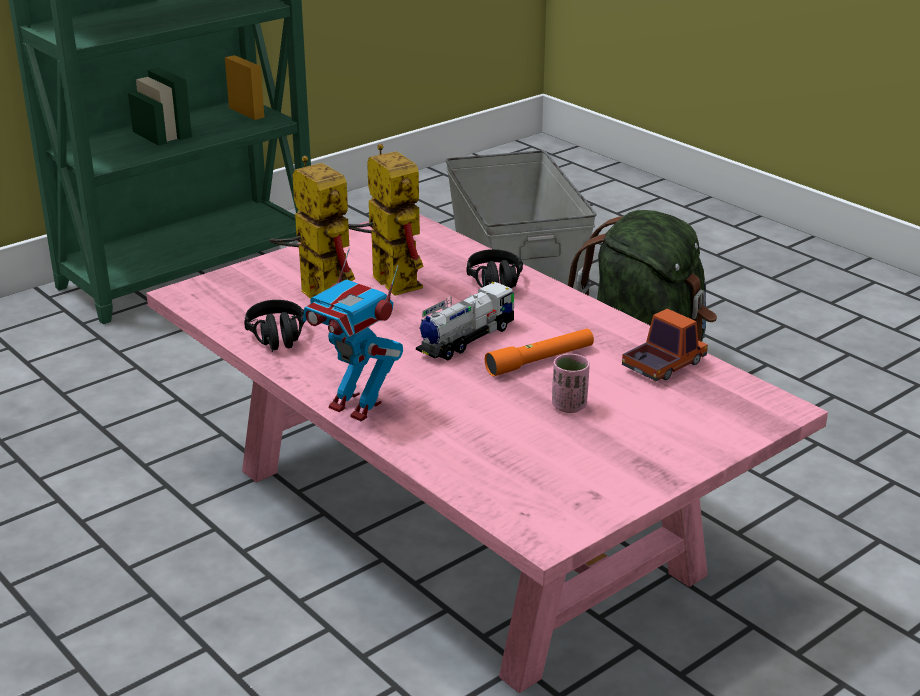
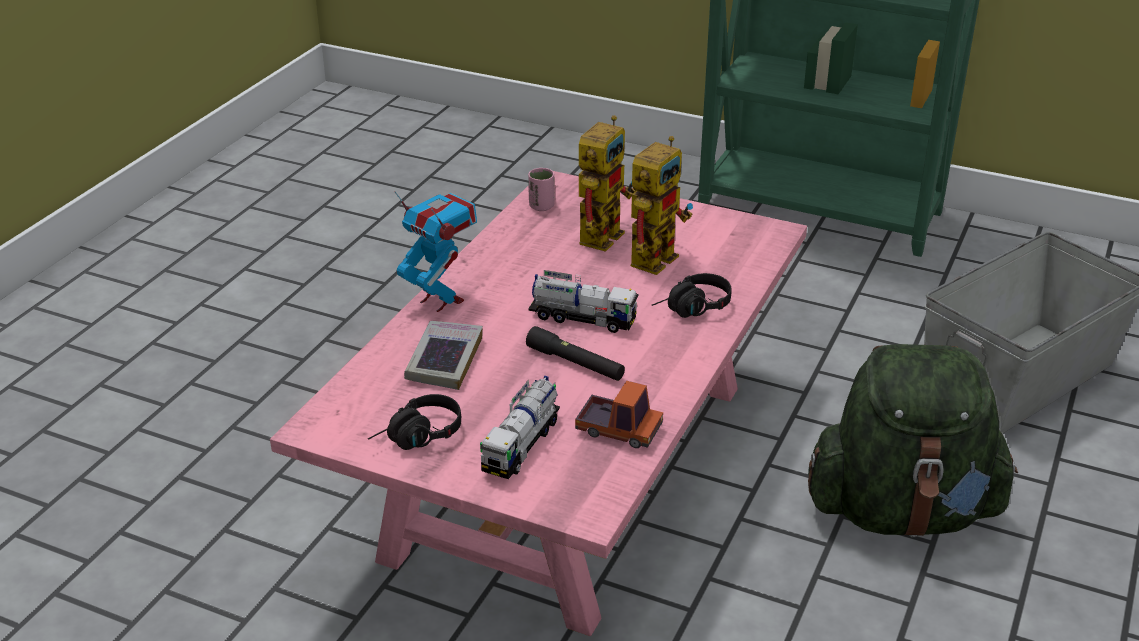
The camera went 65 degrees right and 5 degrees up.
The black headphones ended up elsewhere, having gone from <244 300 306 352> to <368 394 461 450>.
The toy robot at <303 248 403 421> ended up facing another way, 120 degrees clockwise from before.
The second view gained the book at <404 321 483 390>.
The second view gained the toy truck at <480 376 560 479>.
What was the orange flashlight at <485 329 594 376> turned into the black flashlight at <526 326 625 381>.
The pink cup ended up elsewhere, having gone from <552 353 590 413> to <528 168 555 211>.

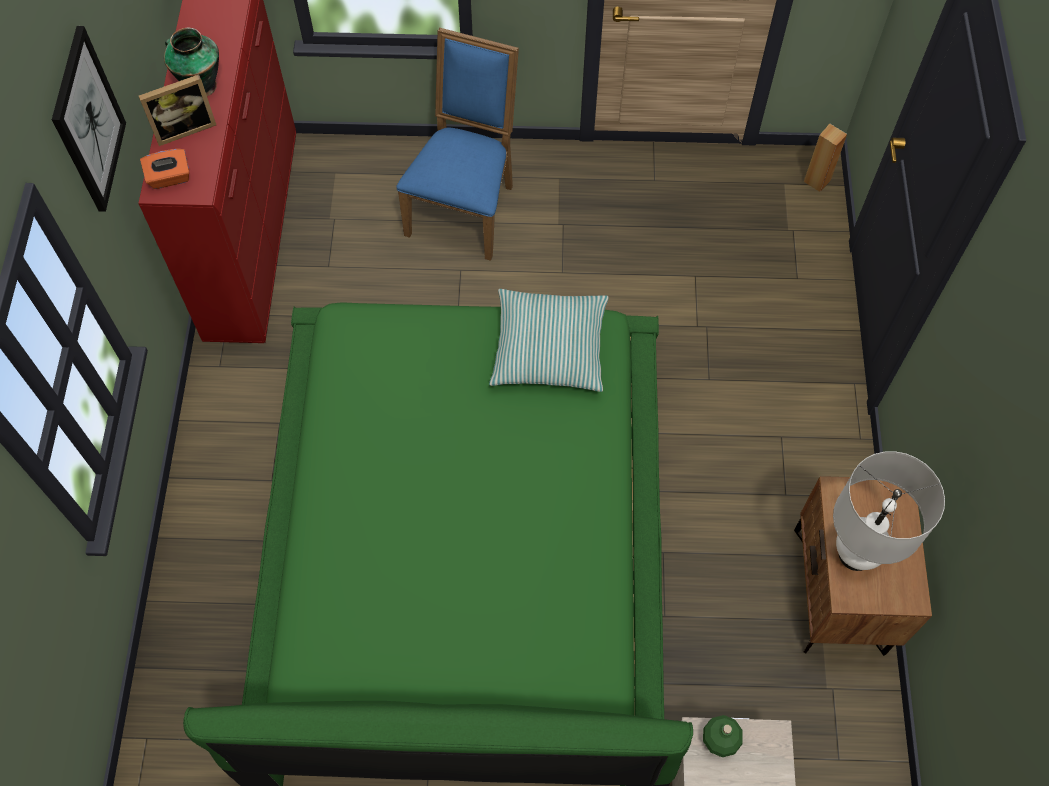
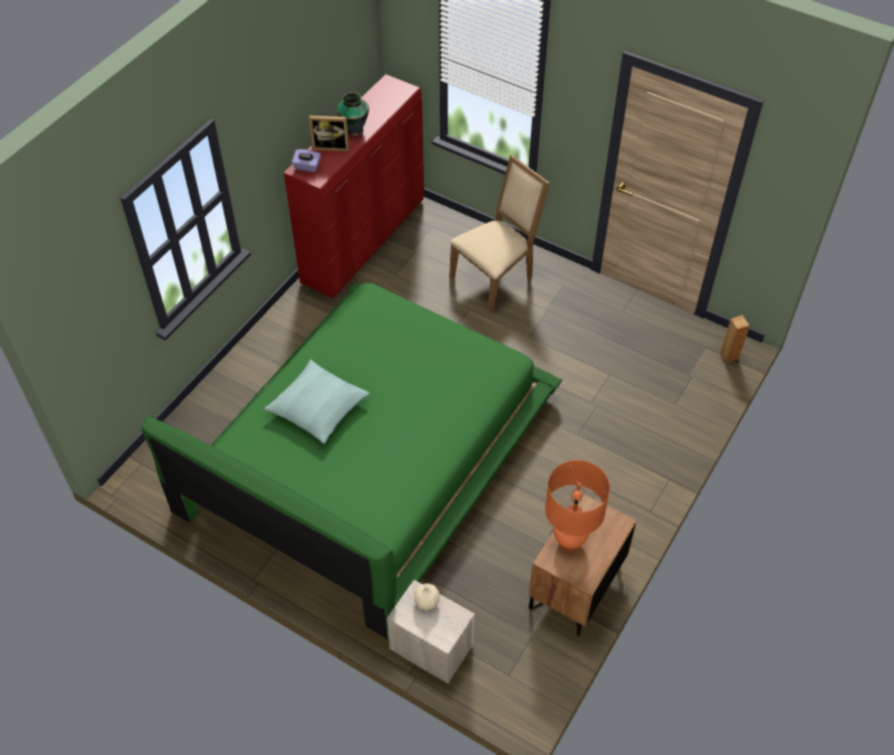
The camera went 30 degrees right and 10 degrees down.
The pillow ended up elsewhere, having gone from <489 289 609 392> to <264 360 369 444>.
What was the orange tissue box at <140 149 189 189> turned into the purple tissue box at <292 149 321 172>.
What was the green bottle at <703 715 743 757> turned into the beige bottle at <414 583 440 610>.
What was the blue chair at <396 28 519 261> turned into the beige chair at <450 155 550 312>.
What was the white table lamp at <833 451 945 571> turned into the orange table lamp at <545 460 610 552>.
The second view lost the picture at <52 26 126 212>.

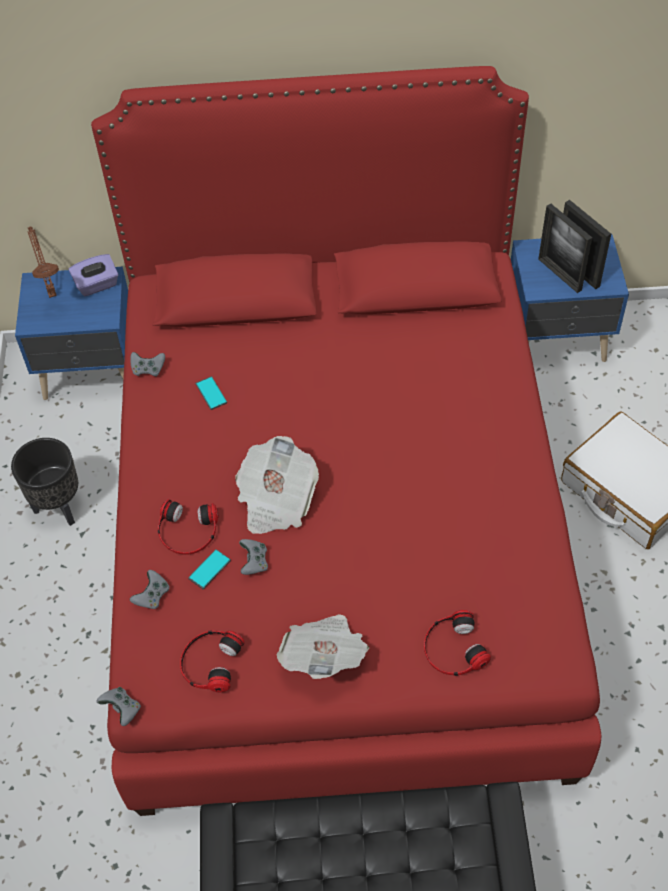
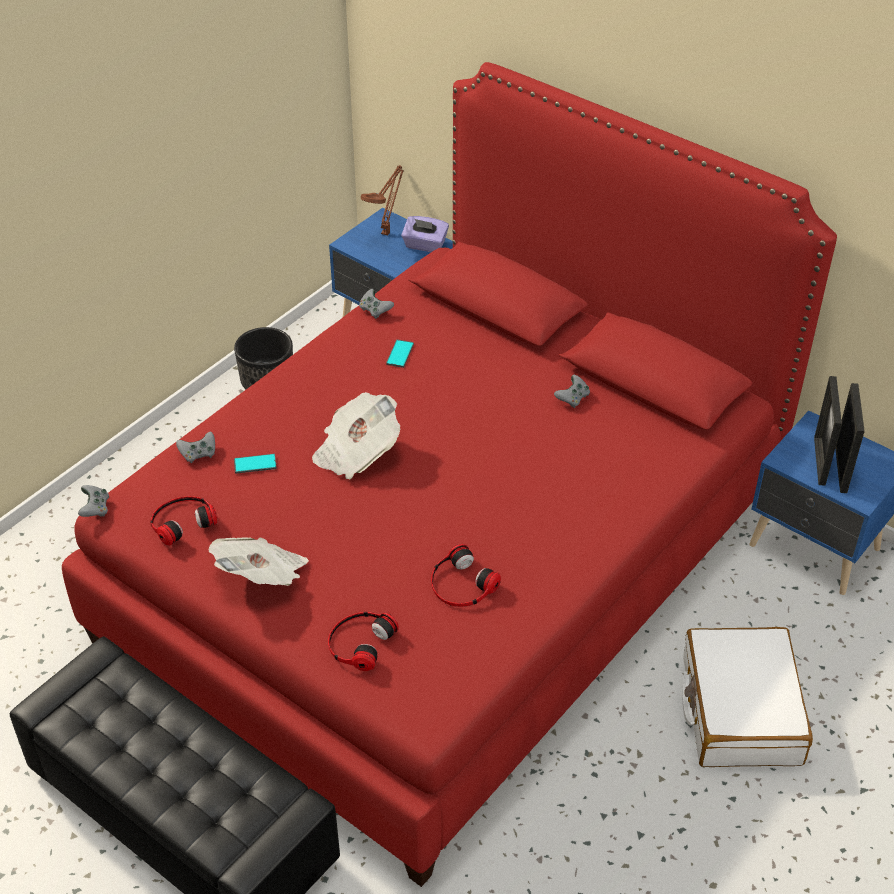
The camera went 40 degrees right and 10 degrees down.
The headphones ended up elsewhere, having gone from <157 499 219 555> to <431 544 501 607>.
The grey game controller ended up elsewhere, having gone from <239 539 268 575> to <554 375 590 408>.

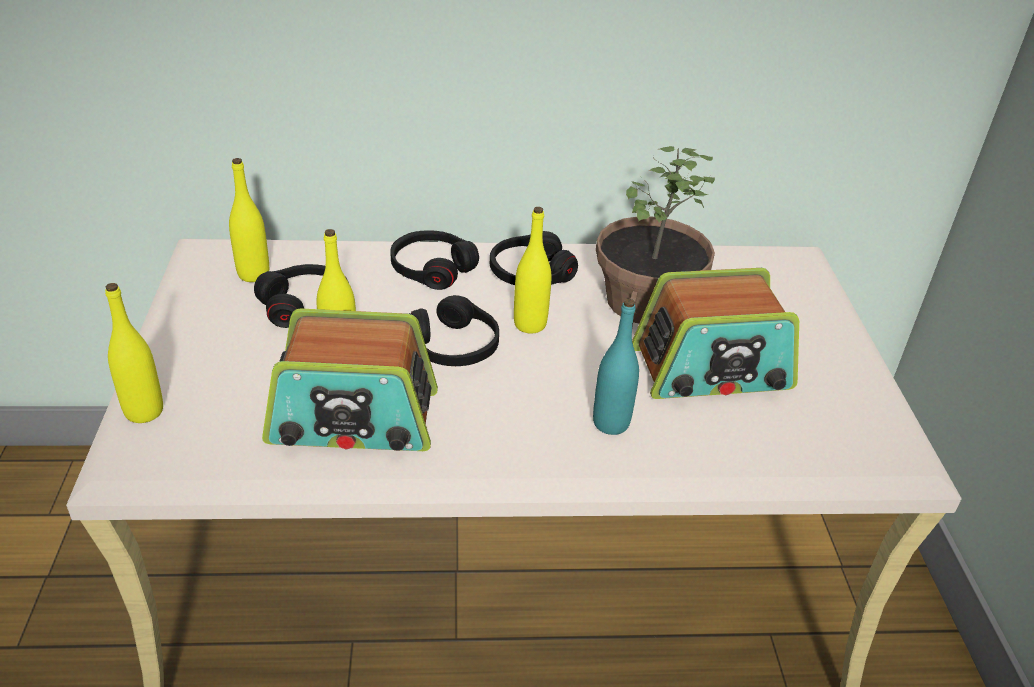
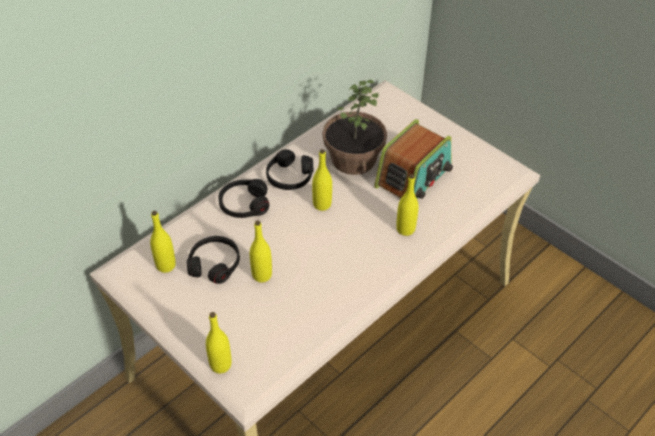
The camera went 40 degrees left and 10 degrees up.
What was the turquoise bottle at <593 299 639 435> turned into the yellow bottle at <396 174 419 236>.
The second view lost the radio at <262 308 438 451>.
The second view lost the black headphones at <409 295 499 366>.

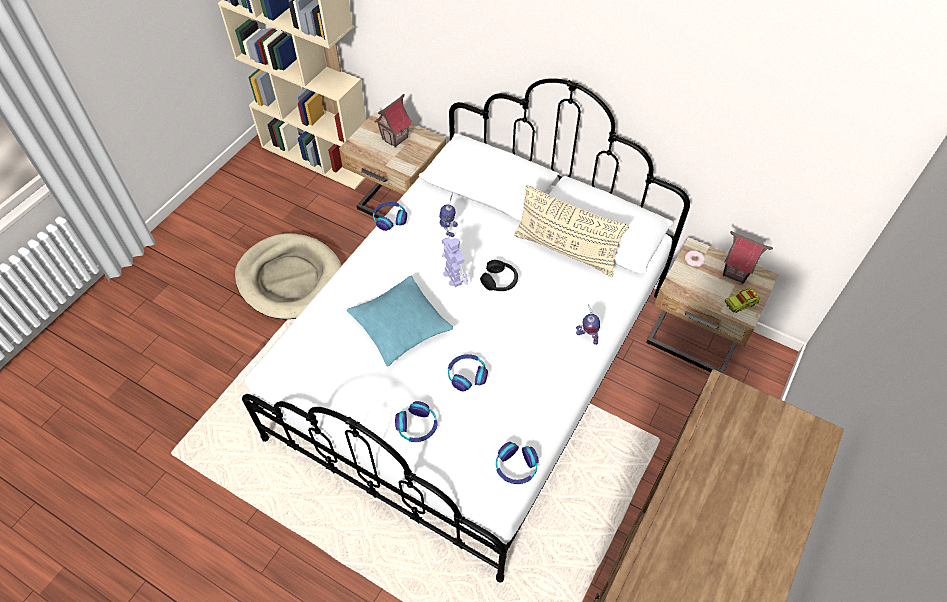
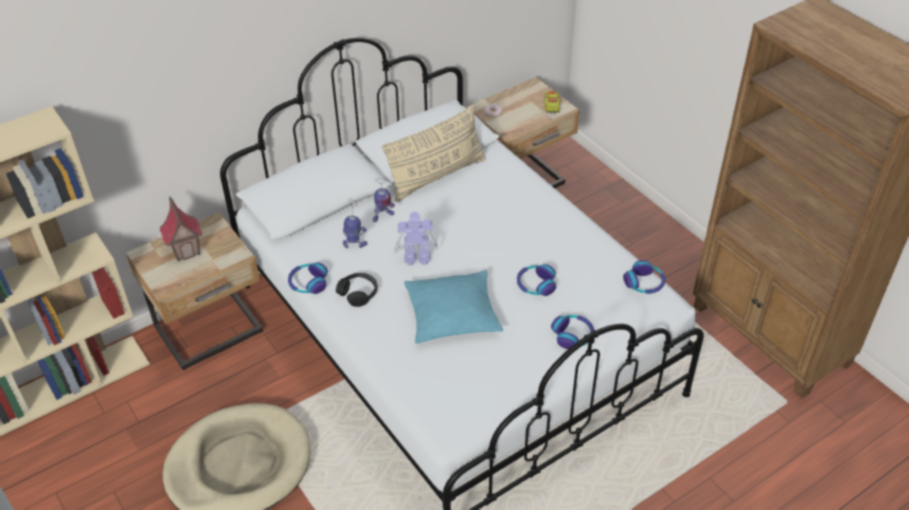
The camera went 65 degrees left and 10 degrees down.
The black headphones ended up elsewhere, having gone from <480 260 518 291> to <336 273 378 307>.
The toy robot ended up elsewhere, having gone from <576 306 600 345> to <373 178 395 222>.
The second view lost the toy house at <723 231 773 284>.

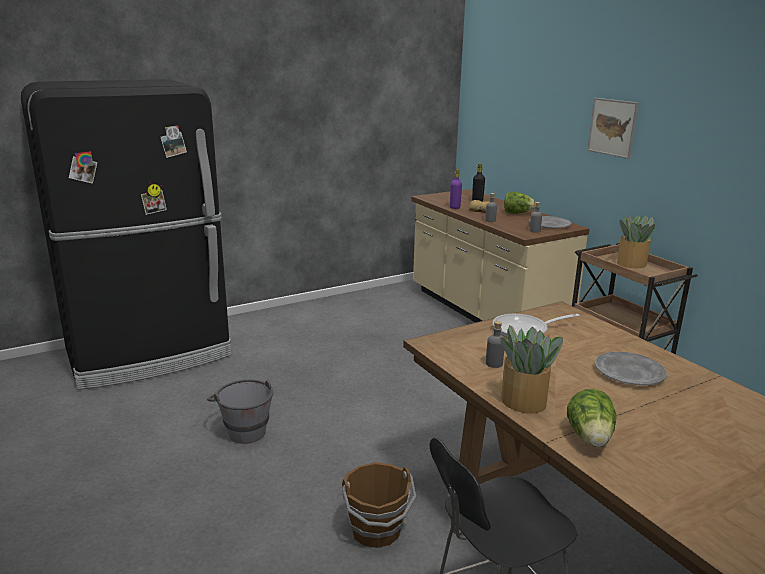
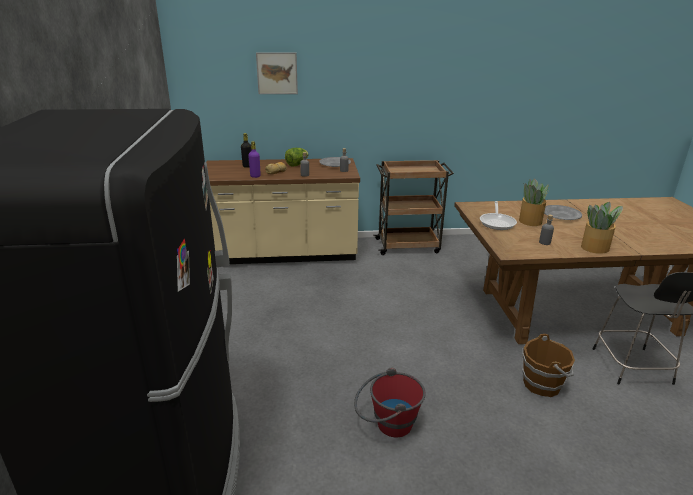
The camera went 65 degrees left and 5 degrees up.
The picture ended up elsewhere, having gone from <587 98 639 159> to <256 52 298 94>.
What was the grey bucket at <207 379 273 444> turned into the red bucket at <354 368 426 437>.
The potted plant ended up elsewhere, having gone from <617 215 655 268> to <519 179 550 226>.
The second view lost the lettuce at <567 389 617 447>.

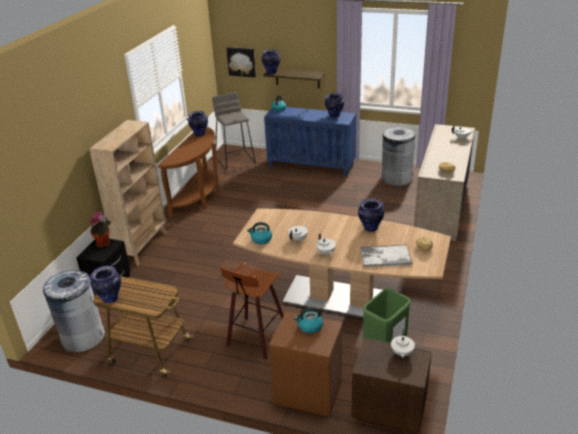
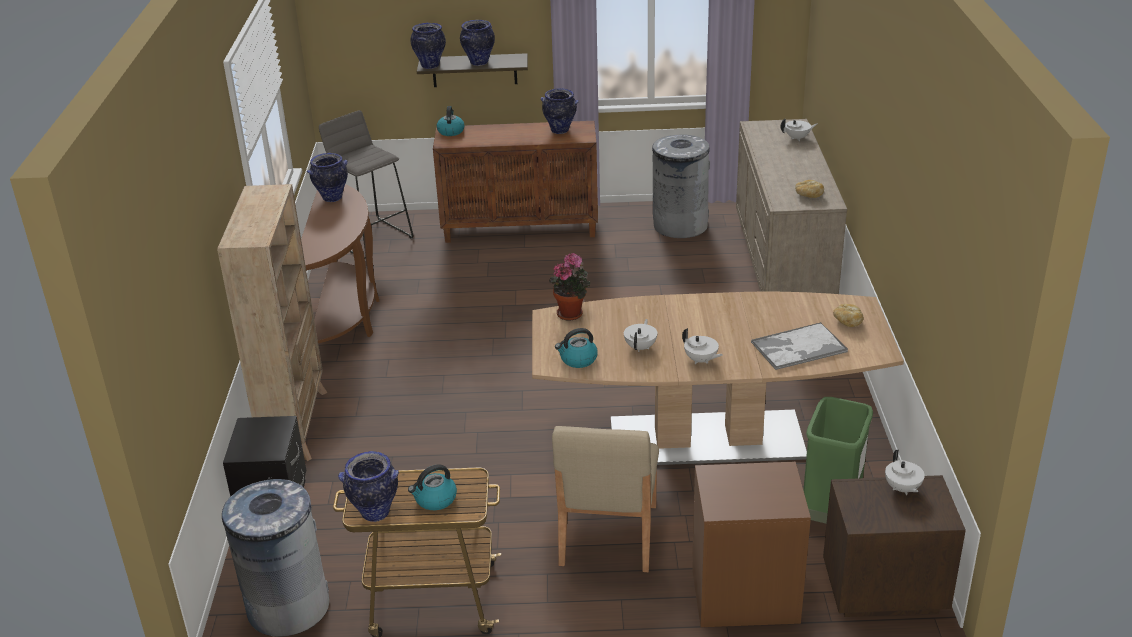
The camera went 20 degrees left and 0 degrees up.
The kettle ended up elsewhere, having gone from <294 307 323 333> to <408 464 457 510>.
What was the blue cabinet at <264 107 356 177> turned into the brown cabinet at <433 121 598 243>.
The vase ended up elsewhere, having gone from <358 198 384 232> to <460 20 495 66>.
The potted plant ended up elsewhere, having gone from <90 212 111 247> to <549 253 590 320>.
Where the stool stood at <220 262 284 360>, the beige chair came to stand at <552 426 659 572>.
The second view lost the picture at <226 47 256 77>.

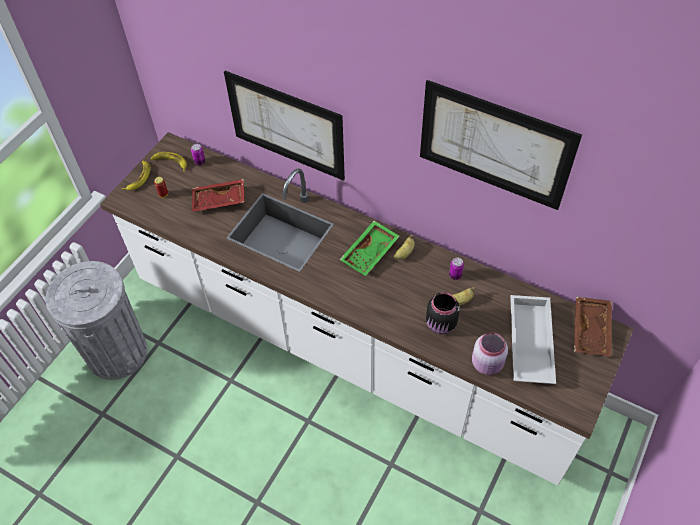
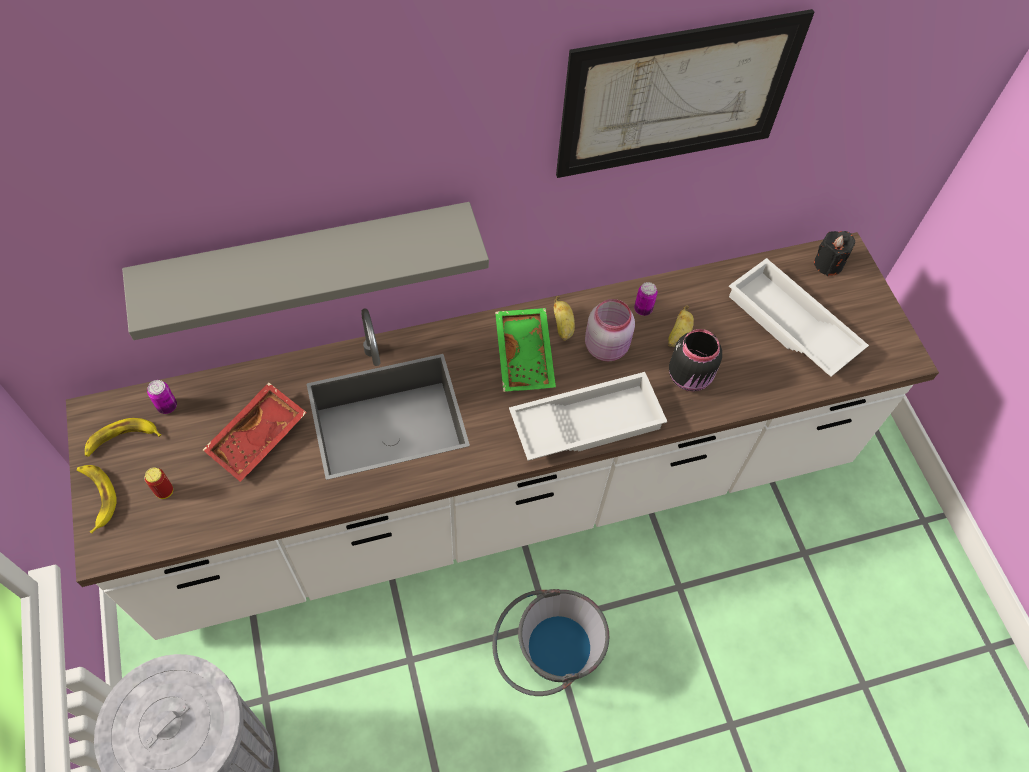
The camera went 50 degrees left and 5 degrees up.
Where the picture hung at <224 71 345 181>, the grey shelf came to hang at <122 202 489 340>.
The second view gained the grey bucket at <492 589 609 696>.
The second view gained the white tray at <509 372 667 461>.
The pink jar ended up elsewhere, having gone from <472 332 508 375> to <585 299 635 362>.
Where the brown tray stood at <574 297 612 356>, the black candle came to stand at <814 231 856 276>.

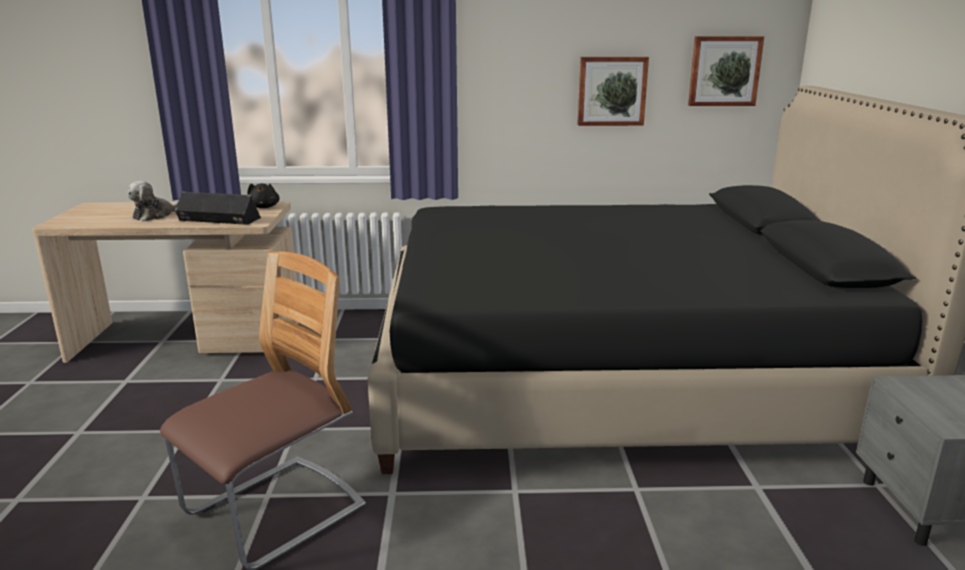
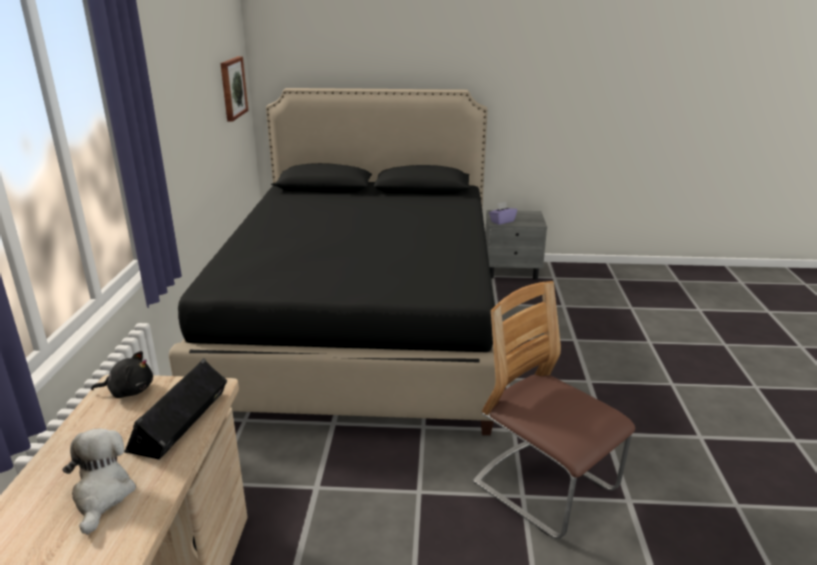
The camera went 85 degrees left and 5 degrees up.
The plush toy at <128 181 178 221> ended up facing another way, 135 degrees counterclockwise from before.
The second view gained the purple tissue box at <489 202 517 225>.
The second view lost the picture at <577 57 649 126>.

